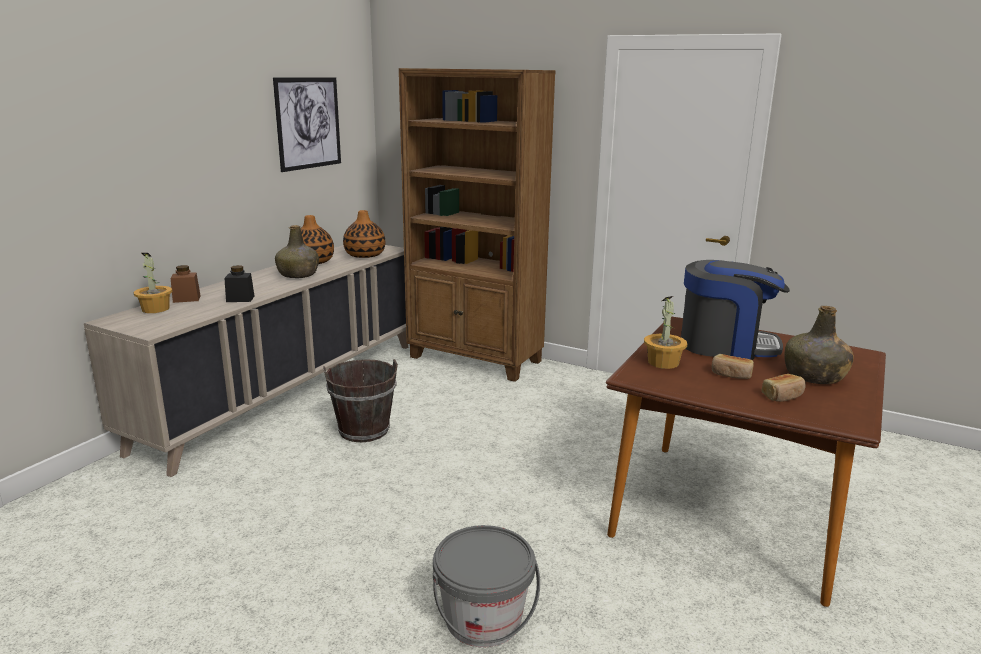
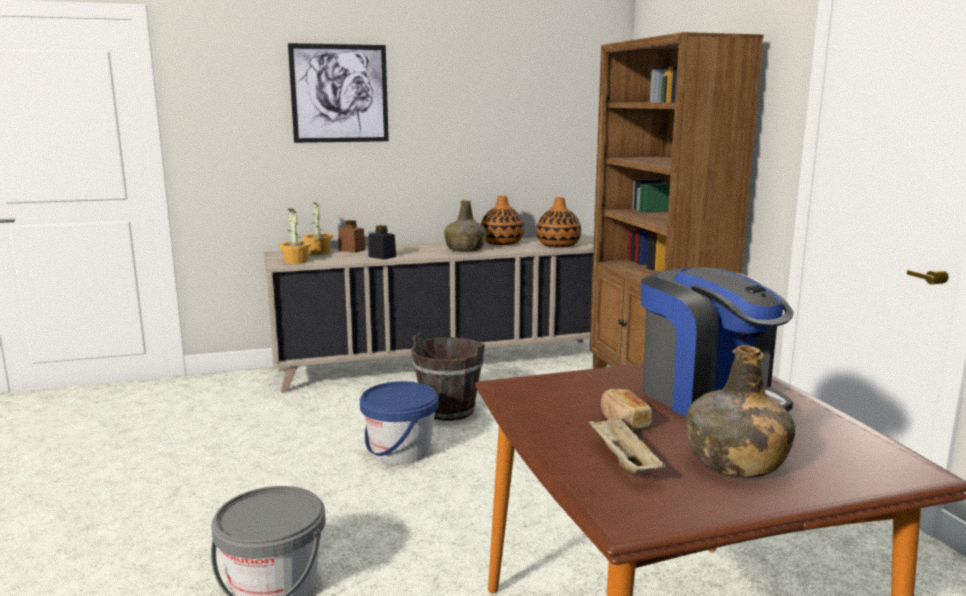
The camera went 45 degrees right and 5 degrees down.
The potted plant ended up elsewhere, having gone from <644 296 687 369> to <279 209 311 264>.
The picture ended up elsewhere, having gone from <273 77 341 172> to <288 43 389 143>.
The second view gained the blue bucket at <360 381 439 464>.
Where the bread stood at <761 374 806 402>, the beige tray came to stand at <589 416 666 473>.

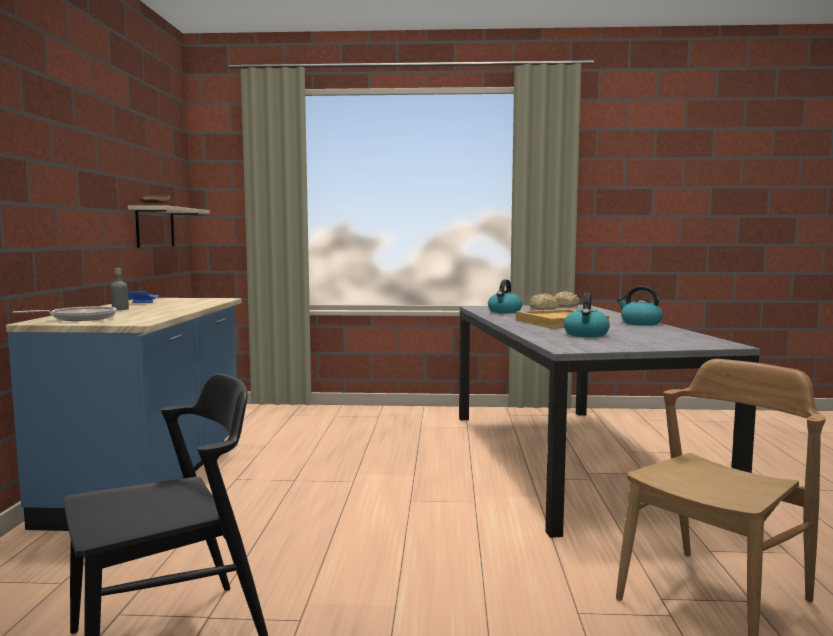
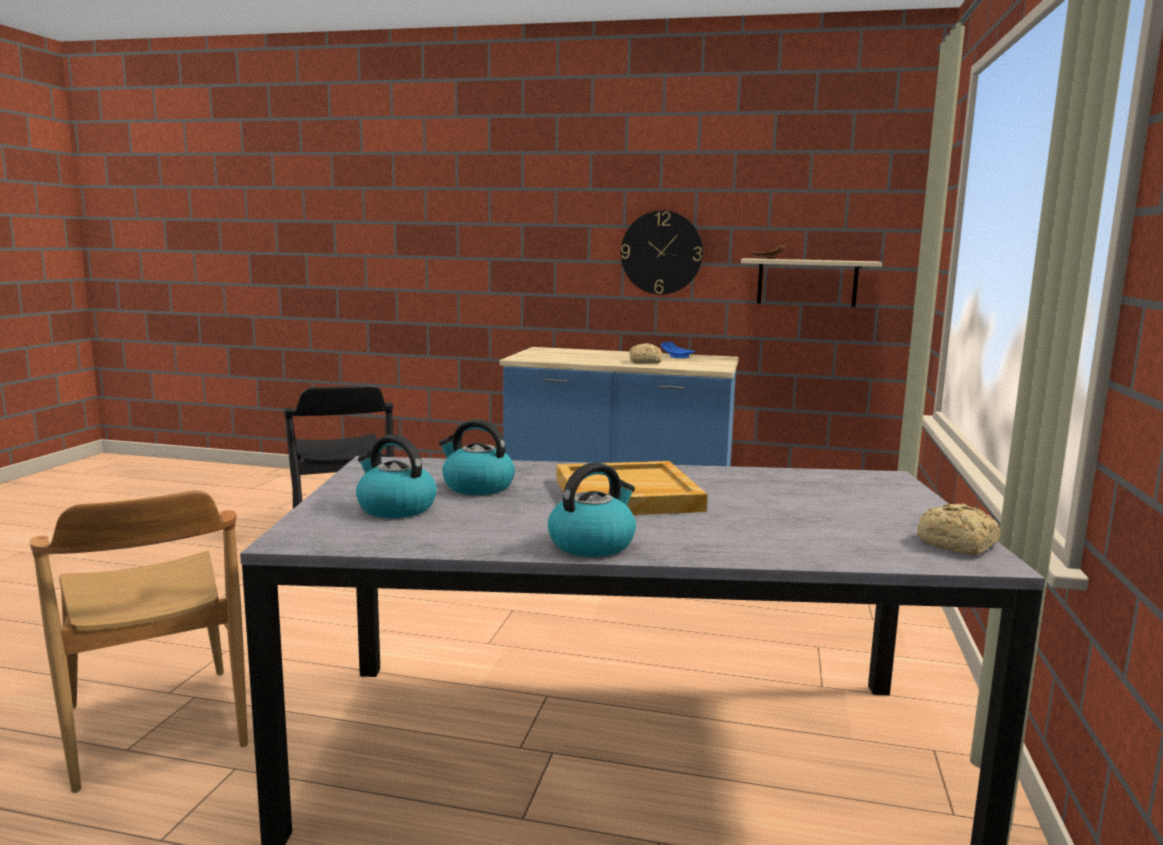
The camera went 100 degrees right and 5 degrees up.
The kettle ended up elsewhere, having gone from <488 279 522 313> to <356 435 437 518>.
The second view gained the wall clock at <621 210 703 295>.
The bread ended up elsewhere, having gone from <529 293 559 310> to <629 343 662 364>.
The second view lost the frying pan at <13 306 117 321>.
The second view lost the grey bottle at <110 268 129 310>.

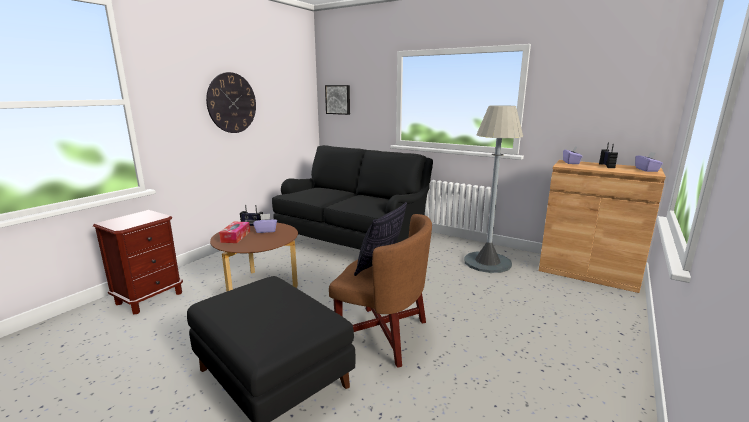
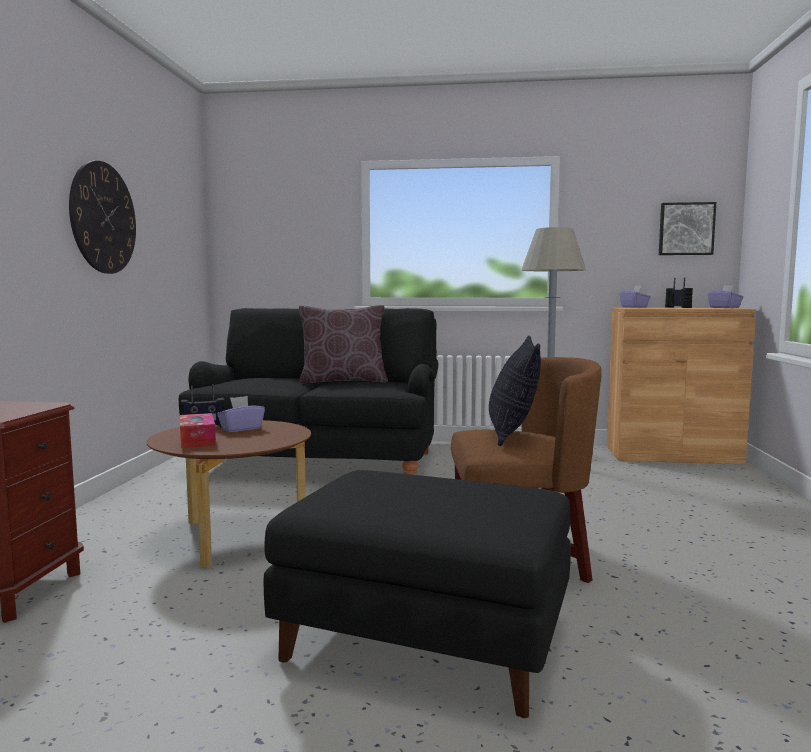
The camera went 25 degrees left and 10 degrees down.
The second view gained the brown pillow at <299 305 388 383>.
The picture ended up elsewhere, having gone from <325 85 350 115> to <659 202 716 255>.

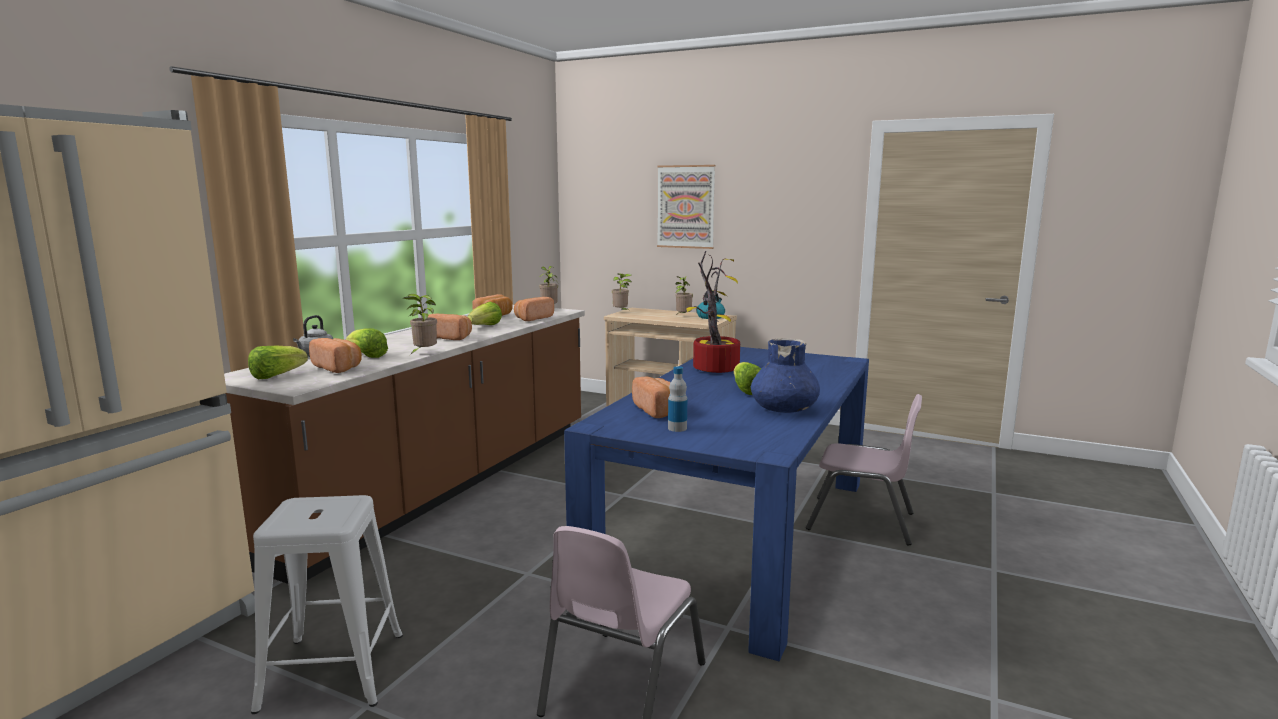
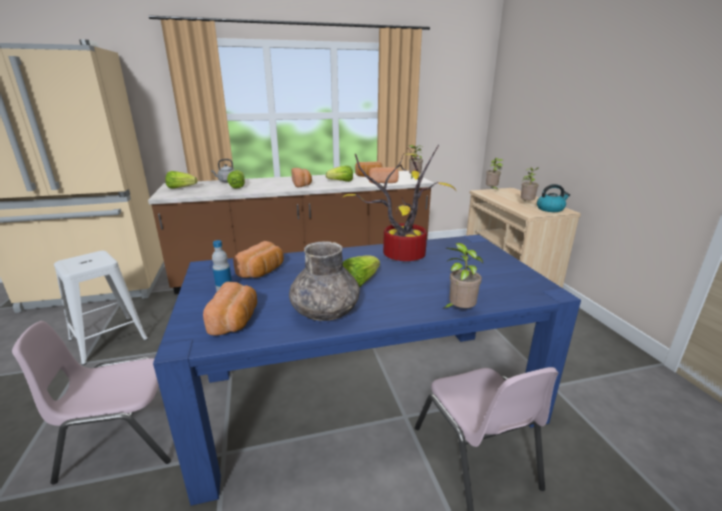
The camera went 50 degrees right and 10 degrees up.
The bread ended up elsewhere, having gone from <309 338 362 373> to <203 282 257 335>.
What was the blue vase at <751 338 820 413> turned into the grey vase at <289 241 360 321>.
The potted plant ended up elsewhere, having gone from <403 294 437 355> to <443 243 483 309>.
The second view lost the picture at <657 165 715 249>.

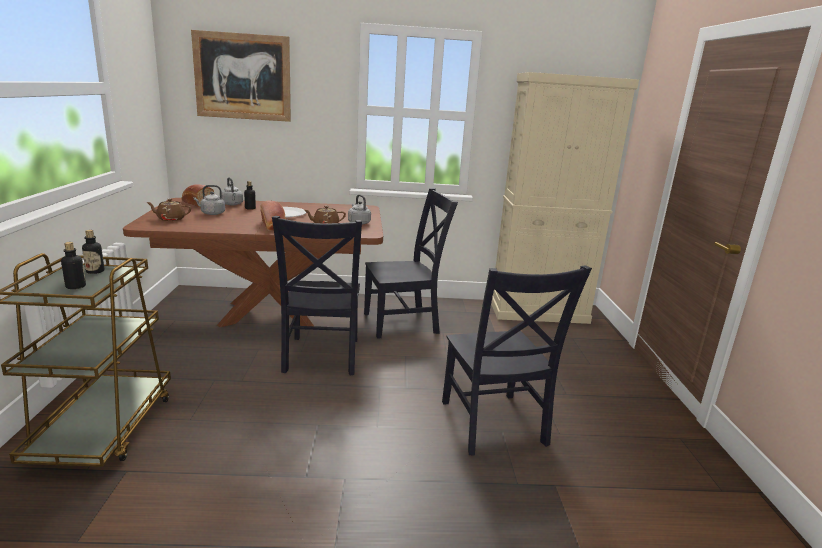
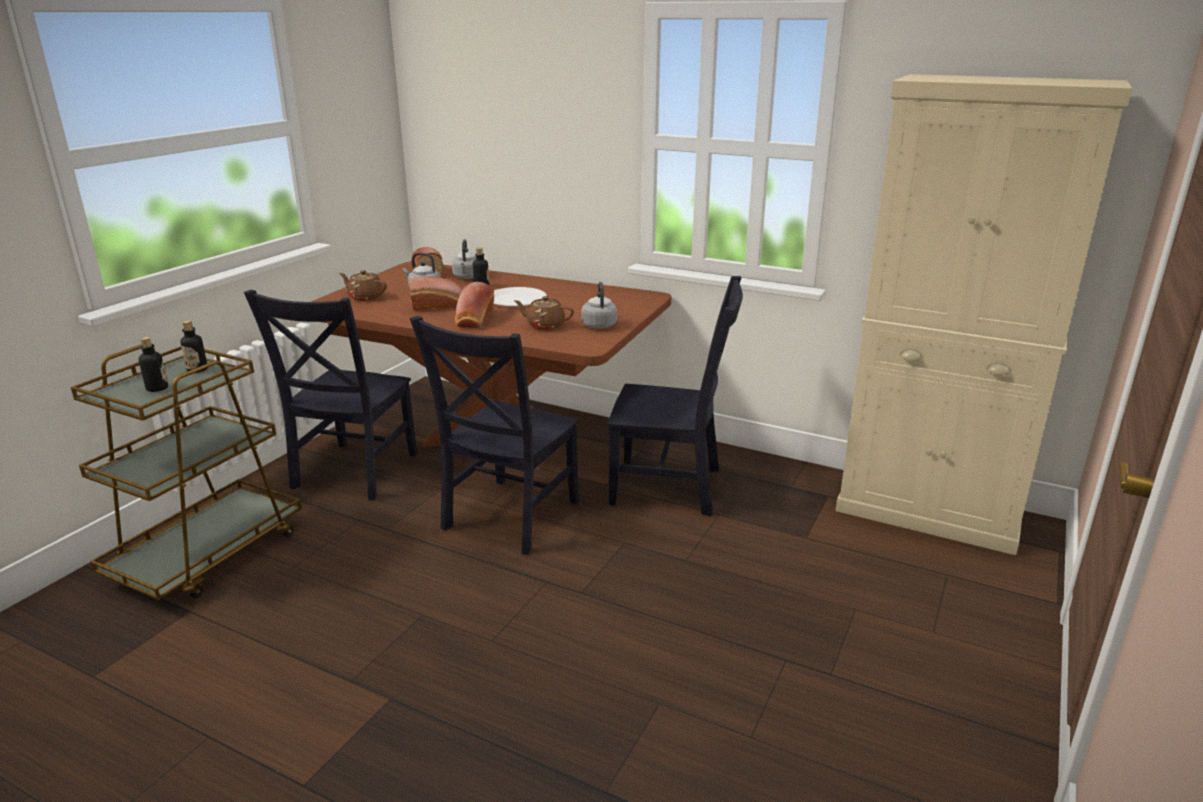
The camera went 30 degrees right and 5 degrees up.
The black chair ended up elsewhere, having gone from <442 265 592 456> to <244 290 417 500>.
The second view gained the bread at <409 276 464 311>.
The second view lost the picture at <191 30 291 122>.

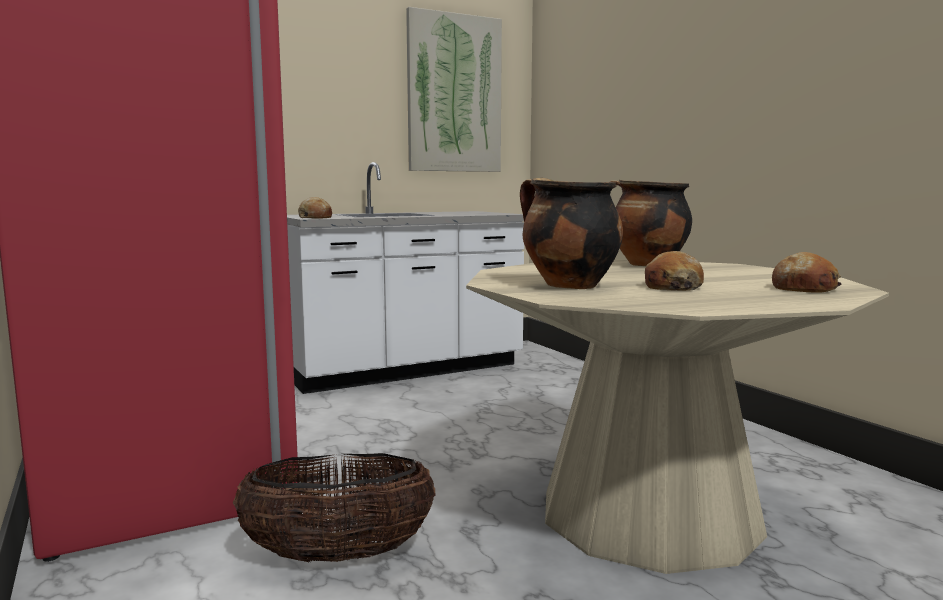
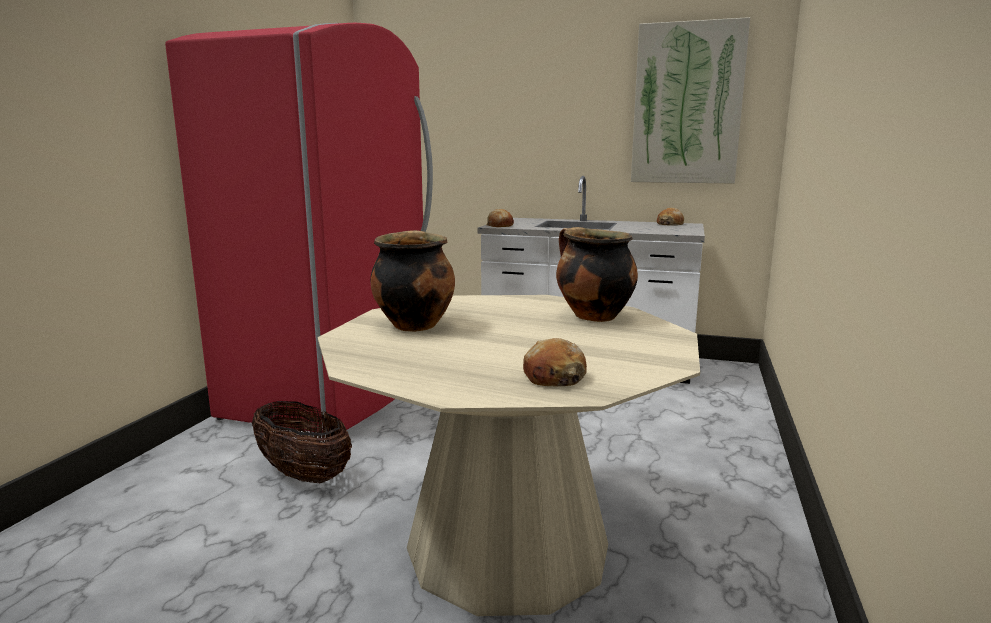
The camera went 45 degrees right and 5 degrees up.
The bread ended up elsewhere, having gone from <645 251 704 291> to <657 208 684 226>.

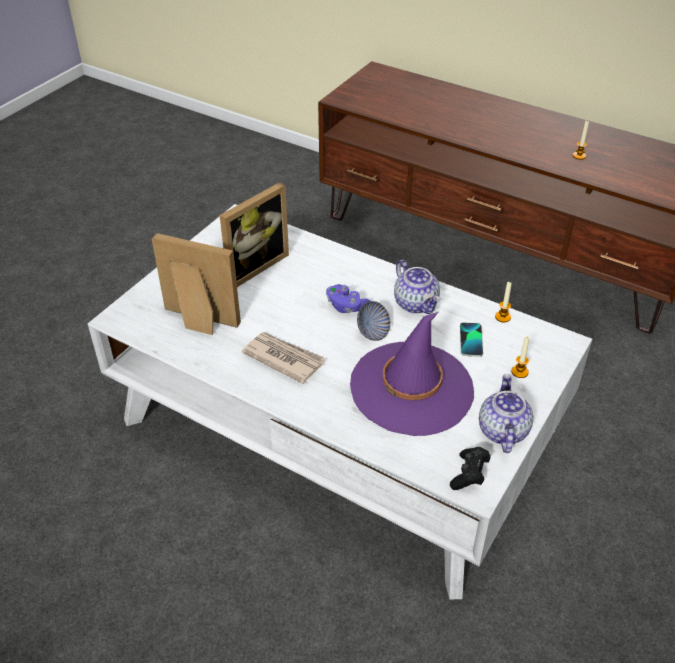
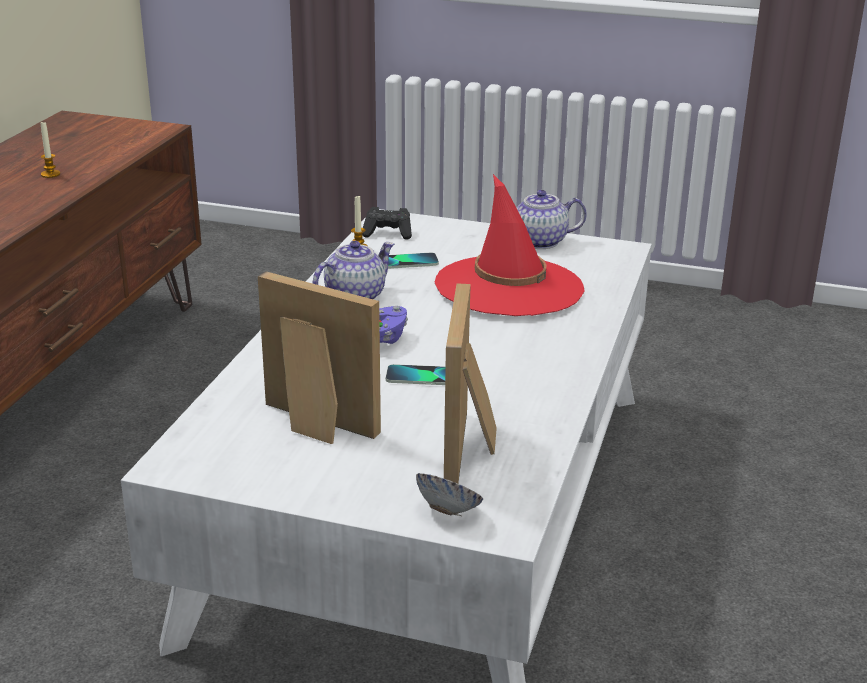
The camera went 105 degrees left and 15 degrees down.
The black game controller ended up elsewhere, having gone from <450 447 491 490> to <362 207 412 239>.
The second view gained the phone at <386 364 446 385>.
The bowl ended up elsewhere, having gone from <357 301 391 341> to <416 473 483 516>.
What was the purple hat at <350 312 474 436> turned into the red hat at <435 174 585 316>.
The second view lost the newspaper at <242 332 325 384>.
The second view lost the candle at <512 336 530 378>.

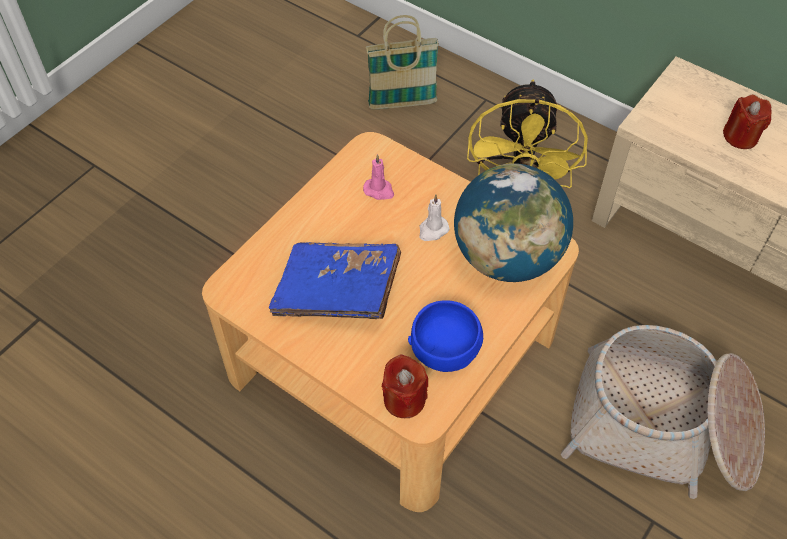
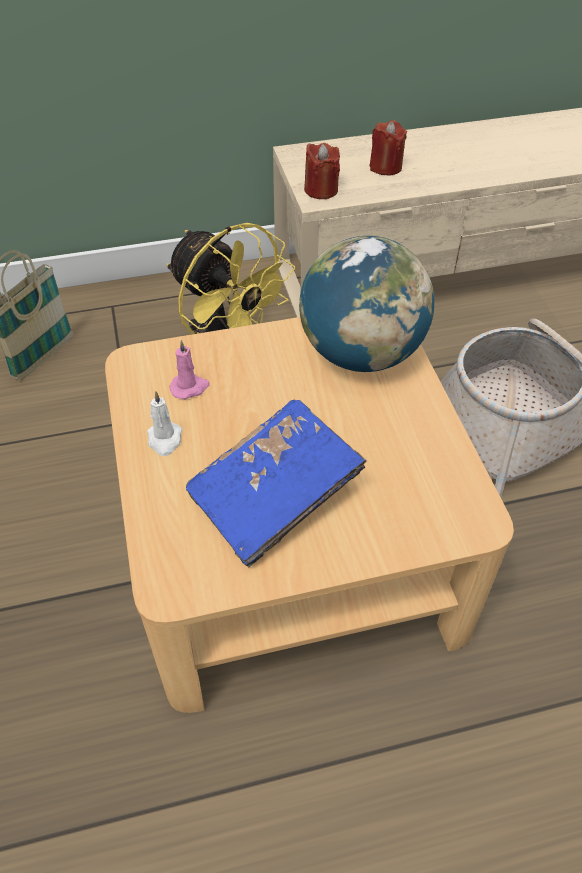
The camera went 50 degrees left and 5 degrees down.
The white candle ended up elsewhere, having gone from <419 195 450 241> to <147 391 182 456>.
The red candle ended up elsewhere, having gone from <382 354 428 418> to <304 143 340 199>.
The second view lost the blue bowl at <408 300 483 372>.

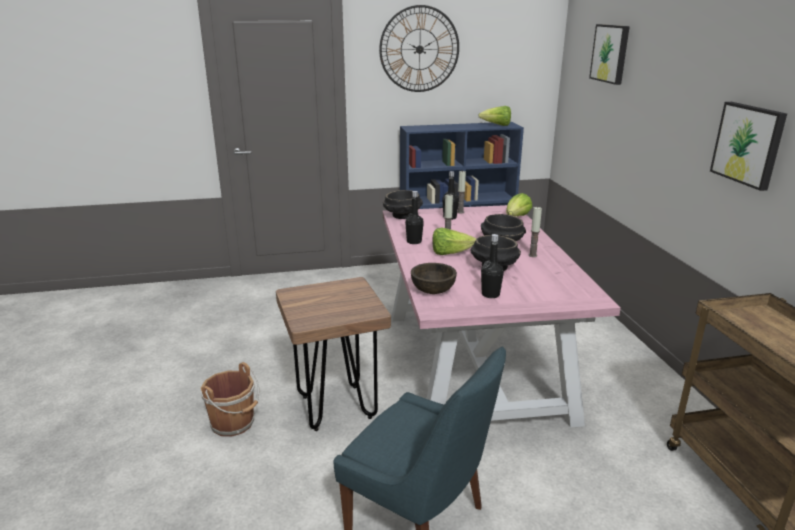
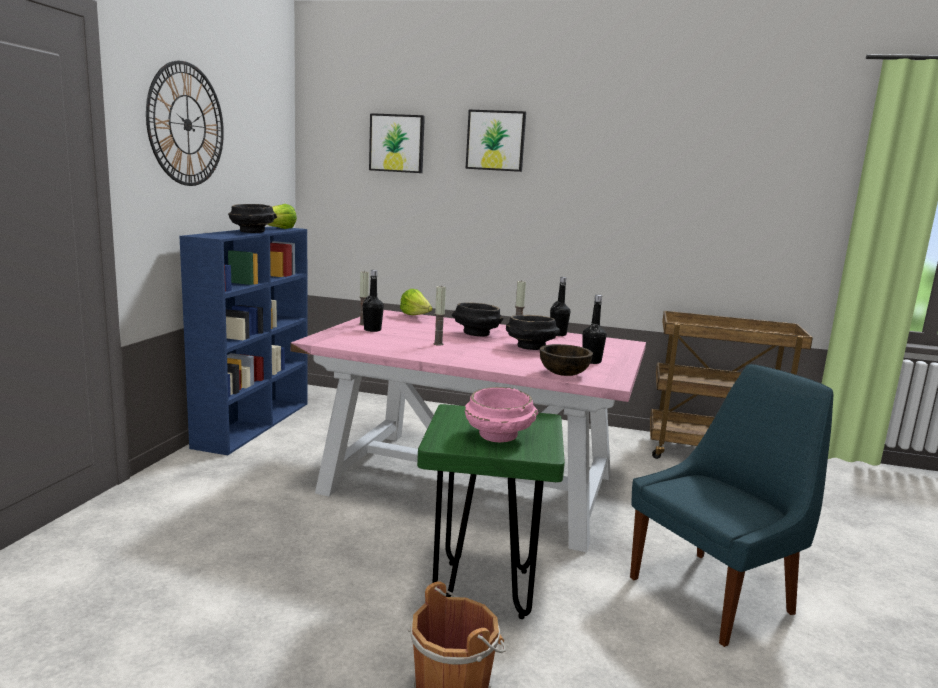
The camera went 65 degrees left and 10 degrees down.
The black bowl ended up elsewhere, having gone from <383 190 423 219> to <228 204 277 233>.
What was the brown stool at <276 277 391 431> turned into the green stool at <417 404 565 619>.
The second view gained the pink bowl at <465 387 538 442>.
The picture ended up elsewhere, having gone from <710 102 787 191> to <466 110 526 172>.
The black bottle ended up elsewhere, having gone from <405 191 424 244> to <550 277 570 336>.
The second view lost the lettuce at <432 227 477 255>.

